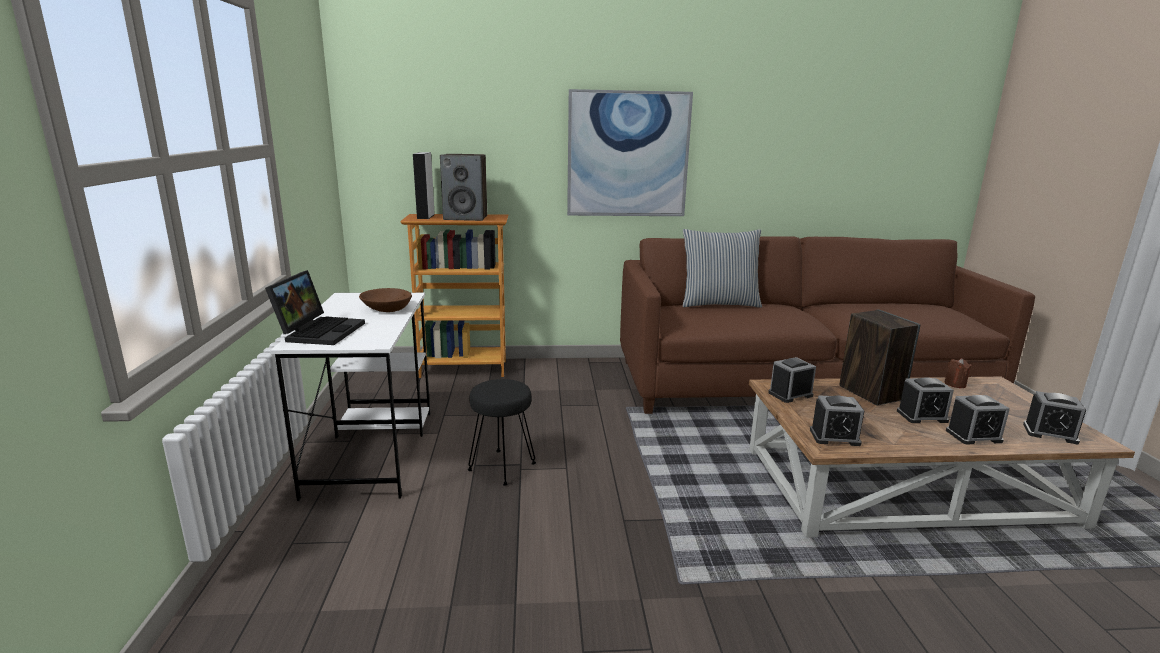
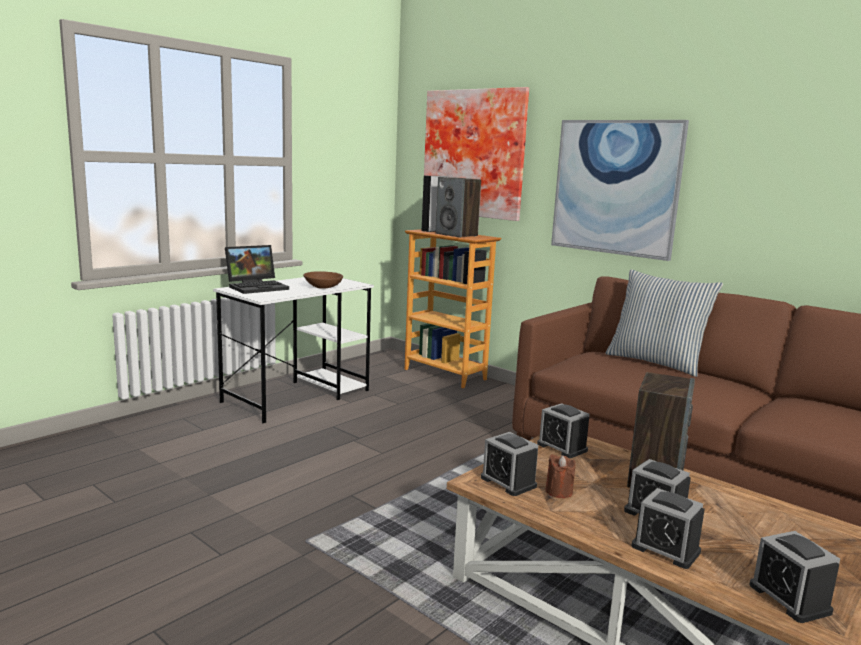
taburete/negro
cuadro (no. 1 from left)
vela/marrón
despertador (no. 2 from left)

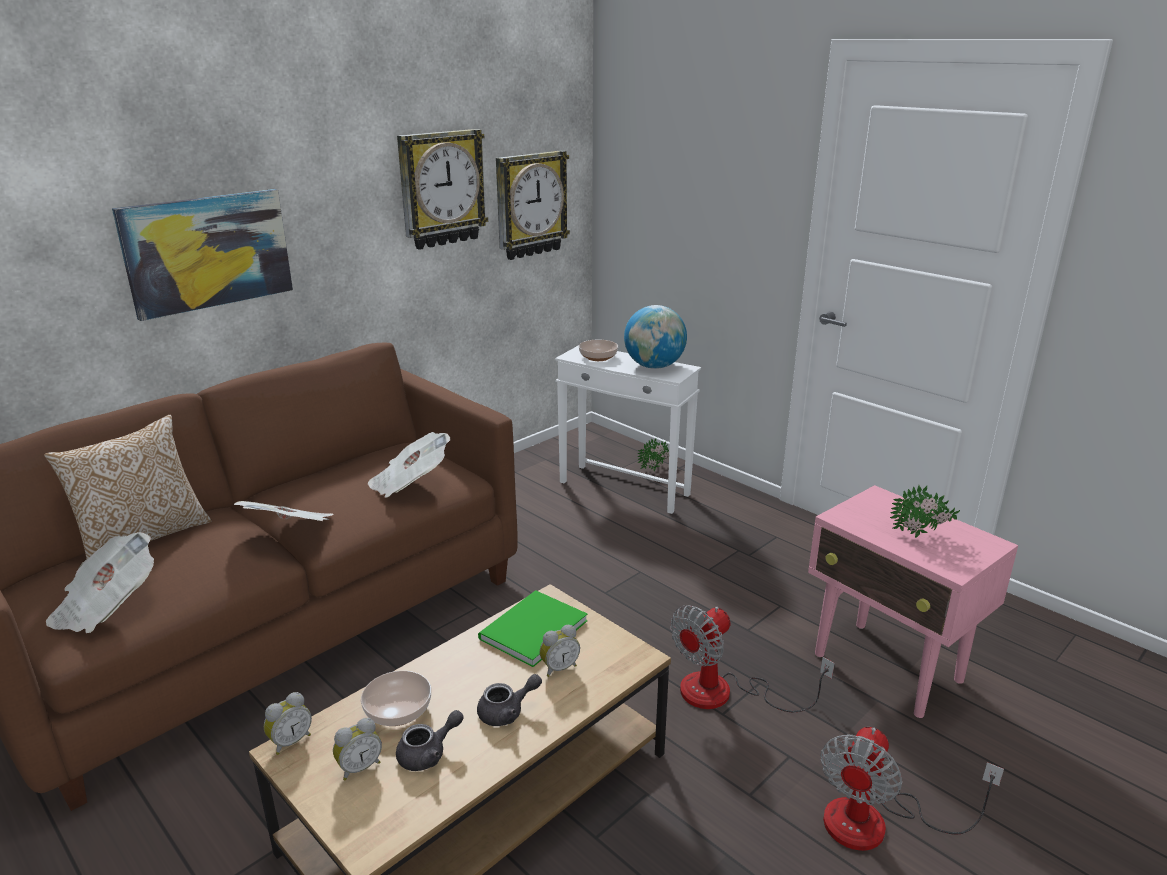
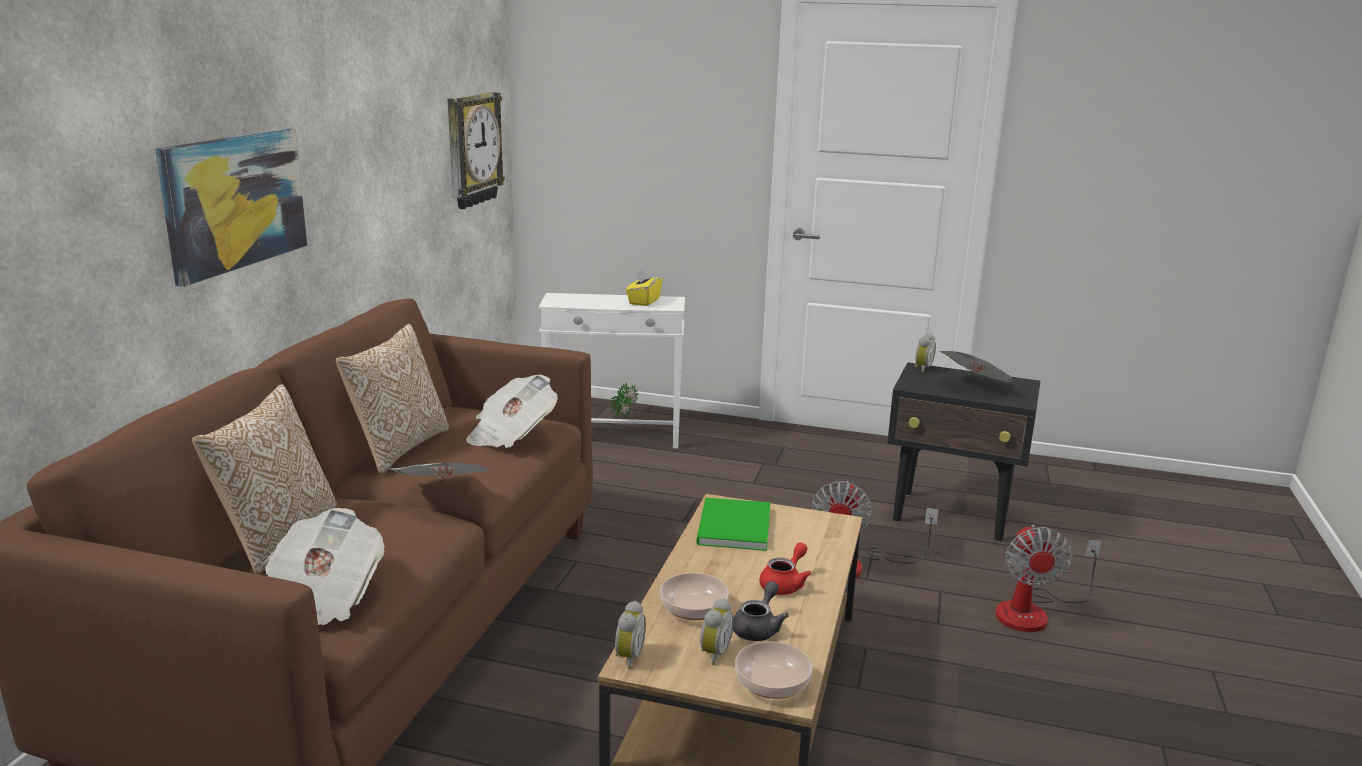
reloj de pared (no. 1 from left in the first image)
cojín (no. 2 from left)
despertador (no. 3 from left)
cuenco (no. 2 from left)
caja de pañuelos/amarillo
periódico (no. 4 from left)
tetera/rojo
mesa auxiliar/negro

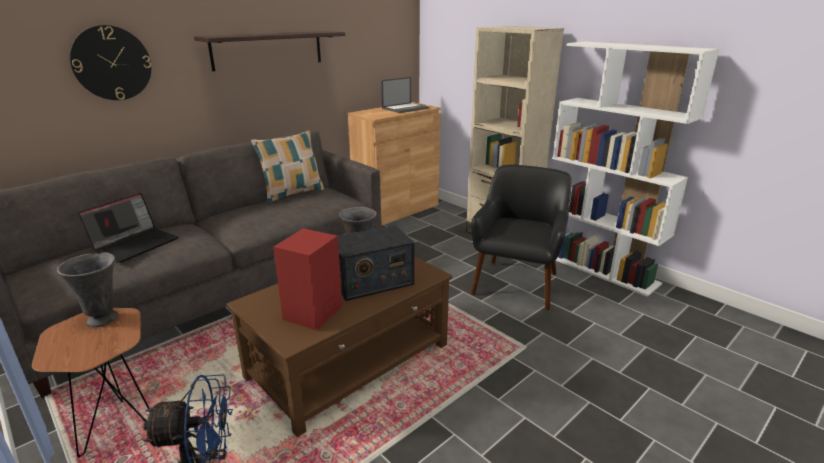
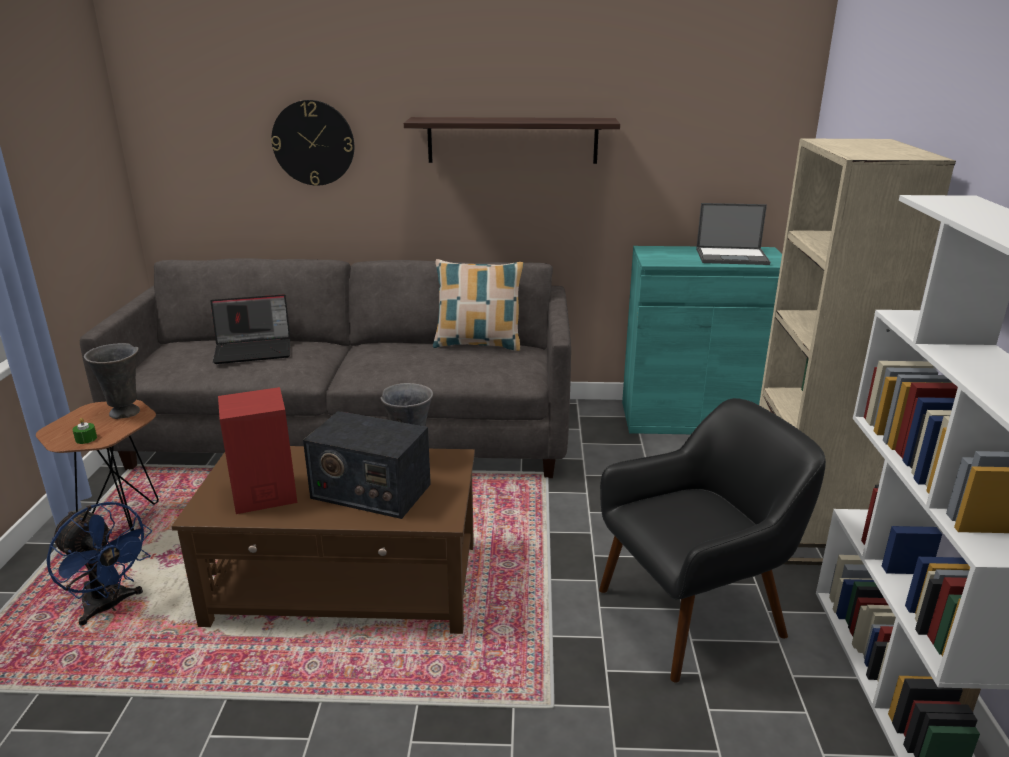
vela/verde
armario/turquesa

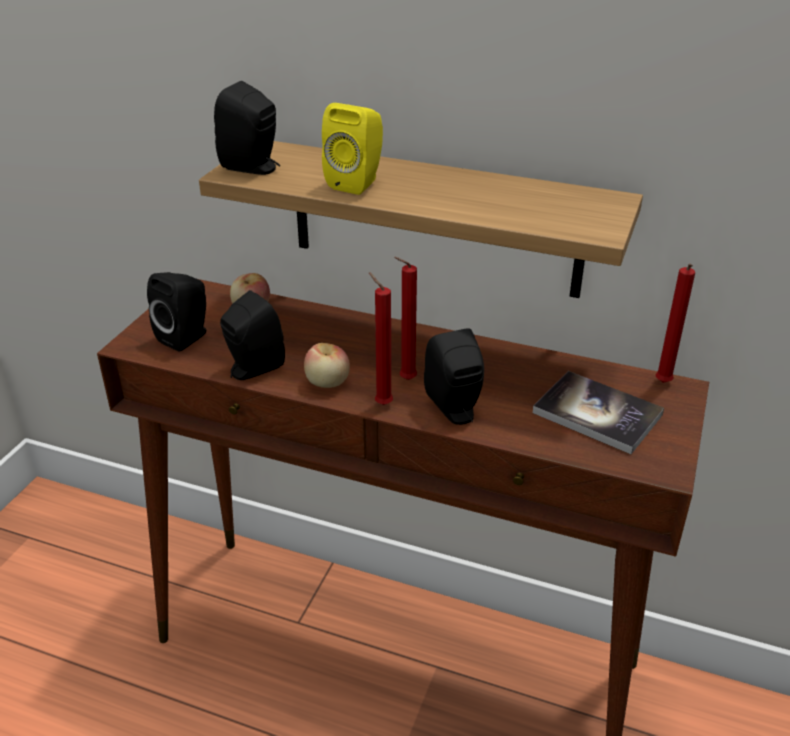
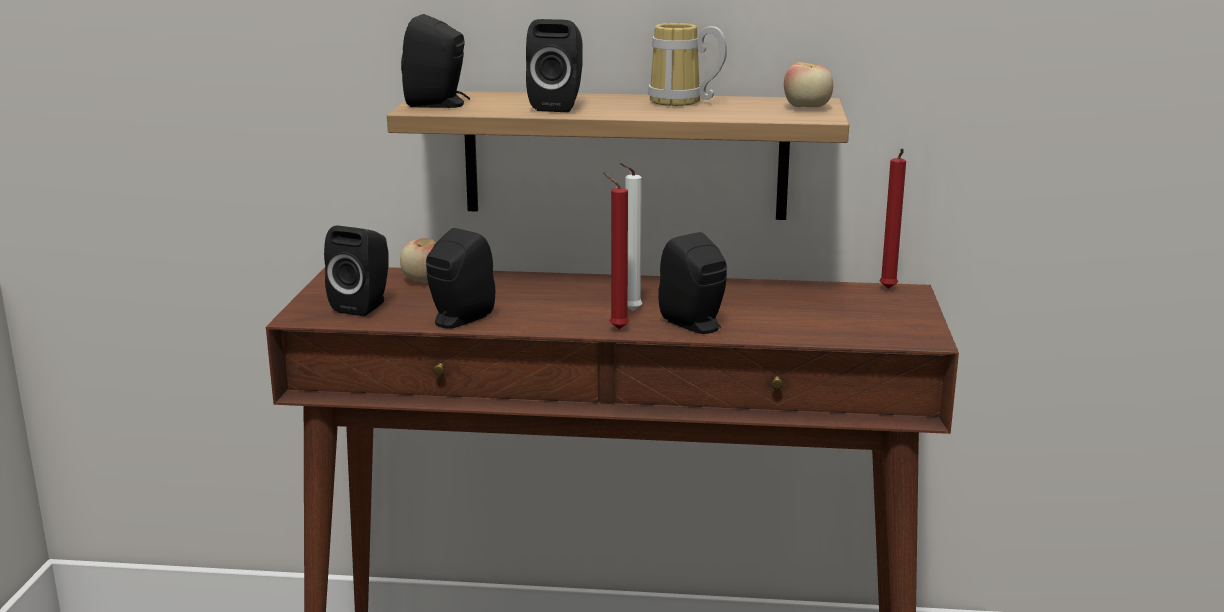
libro
taza grande
manzana (no. 2 from left)
altavoz/negro (no. 4 from left)
vela/blanco

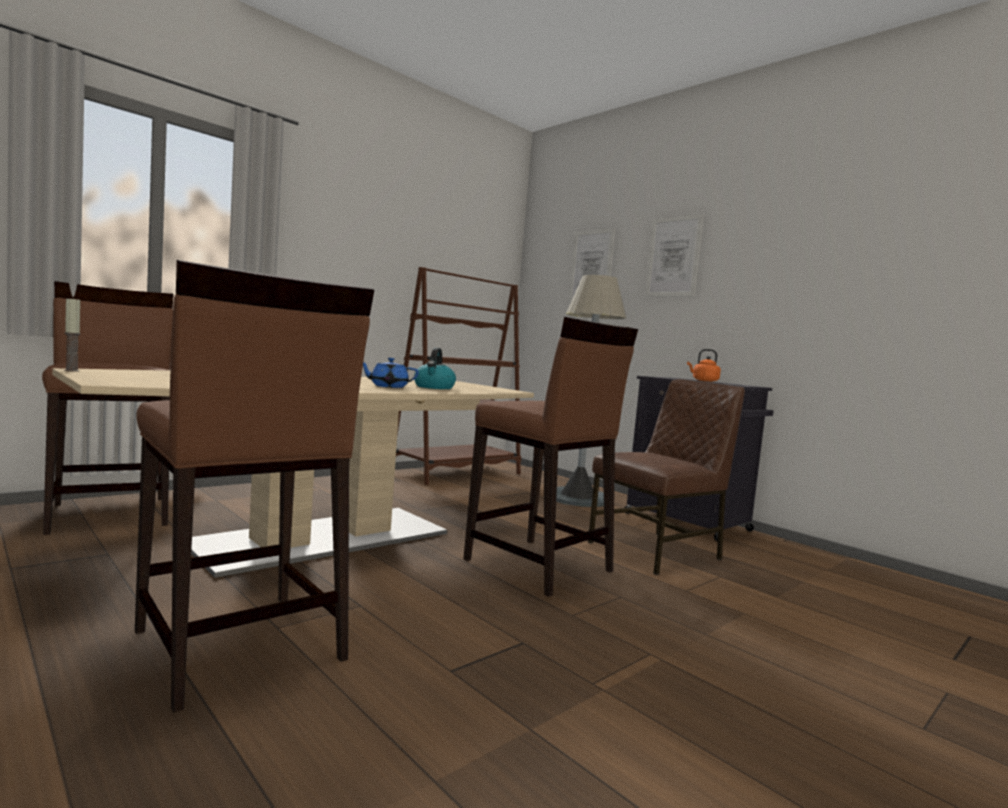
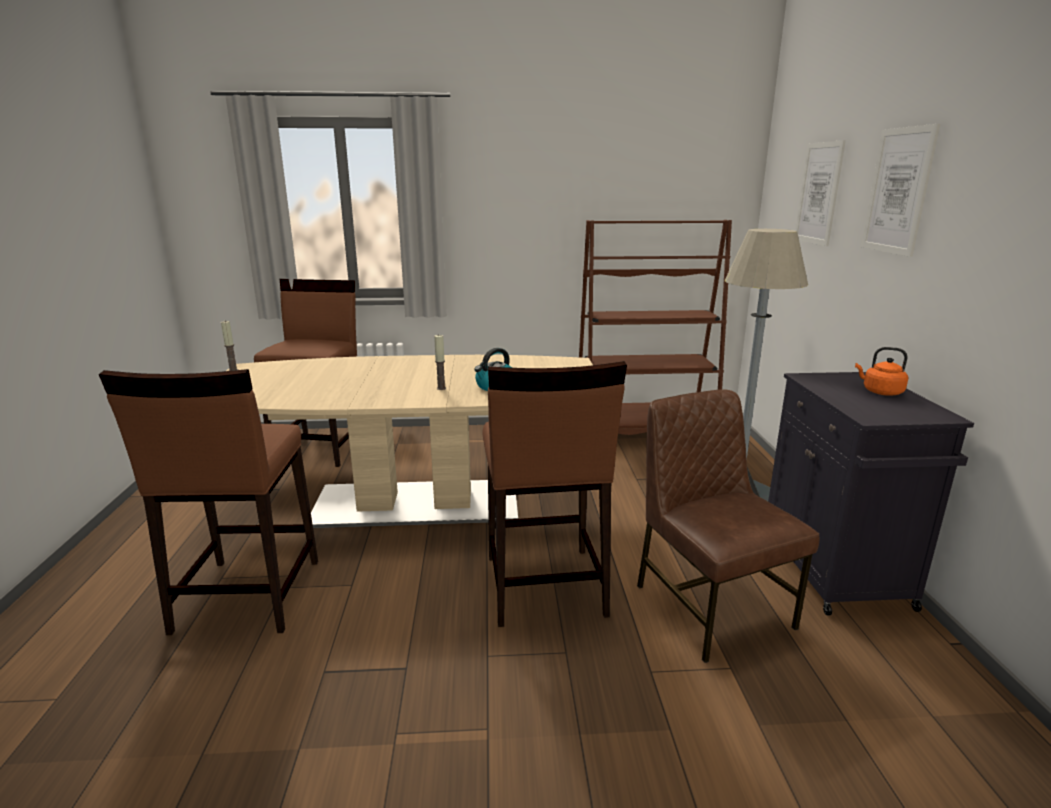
vela (no. 2 from left)
silla/marrón

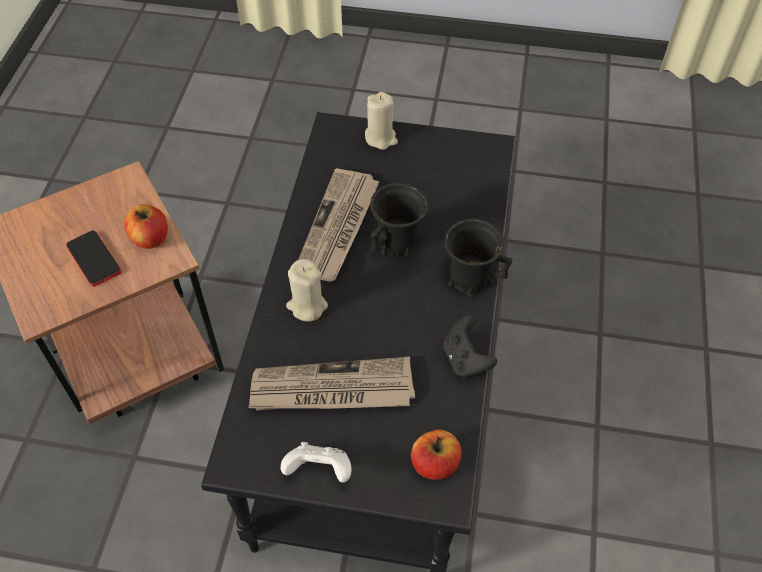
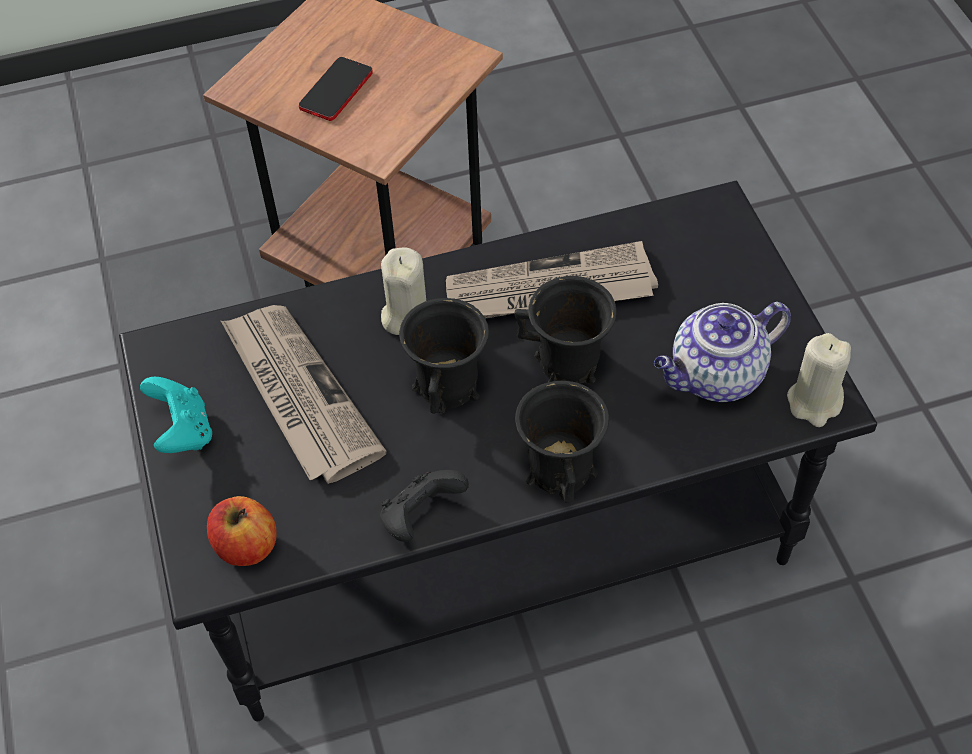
manzana (no. 1 from left in the first image)
taza grande/negro (no. 1 from left)
tetera
vela/beis (no. 2 from left)
mando de consola/turquesa

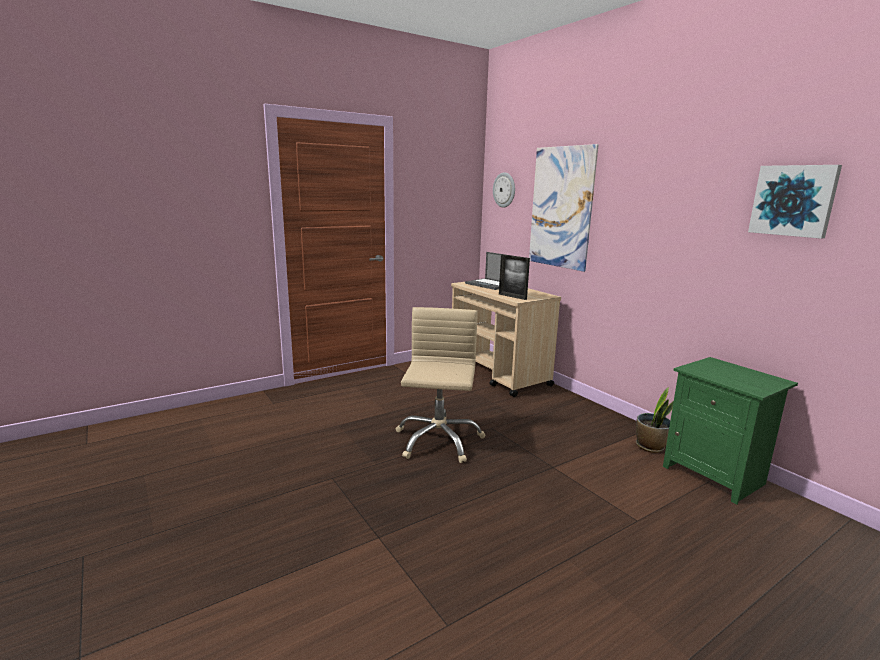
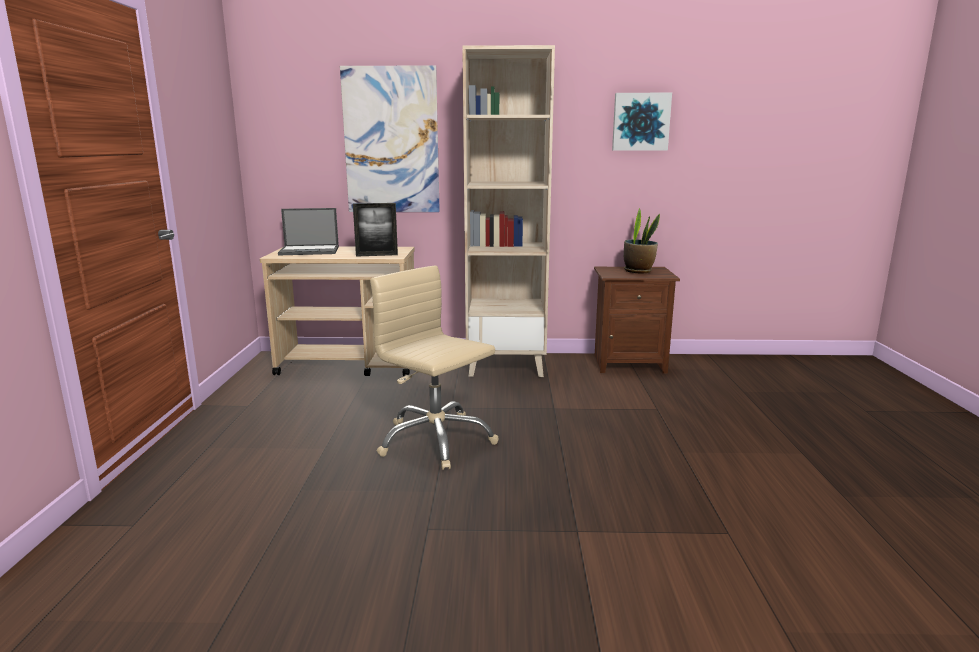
reloj de pared
estantería/beis
planta en maceta
mesita de noche/marrón

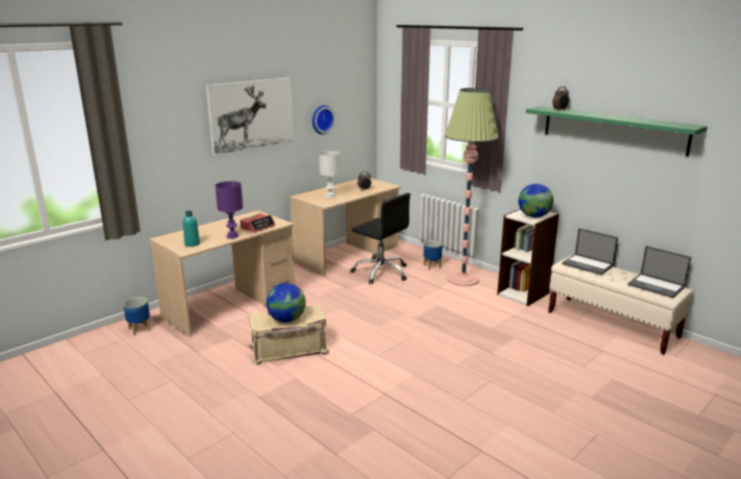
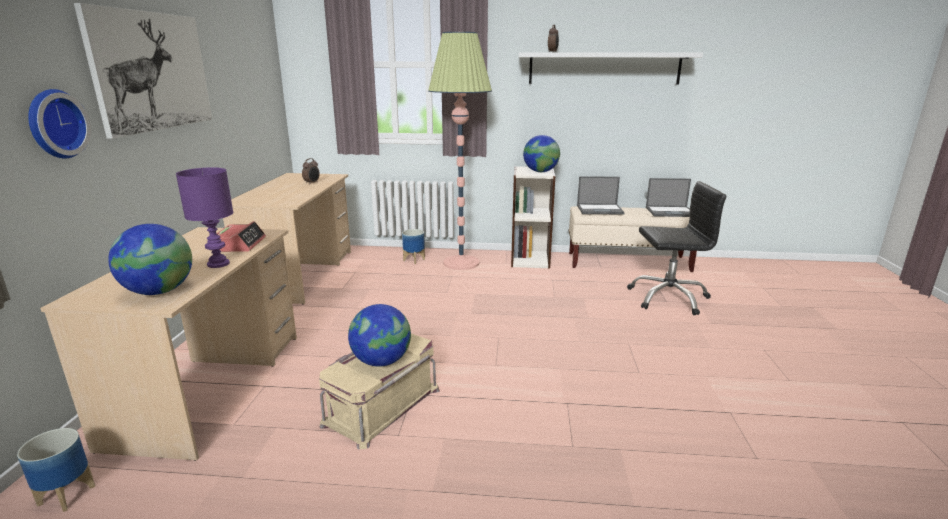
lámpara de mesa/blanco
reloj de pared
silla de oficina/negro
globo terráqueo (no. 1 from left)
estante/blanco

